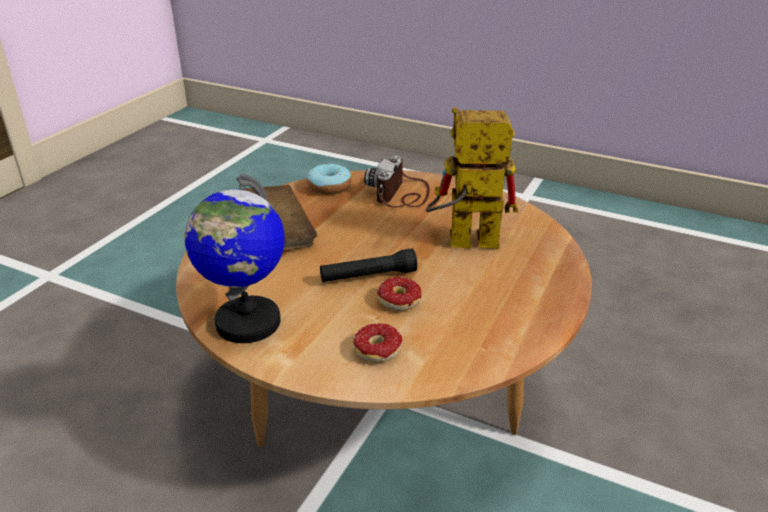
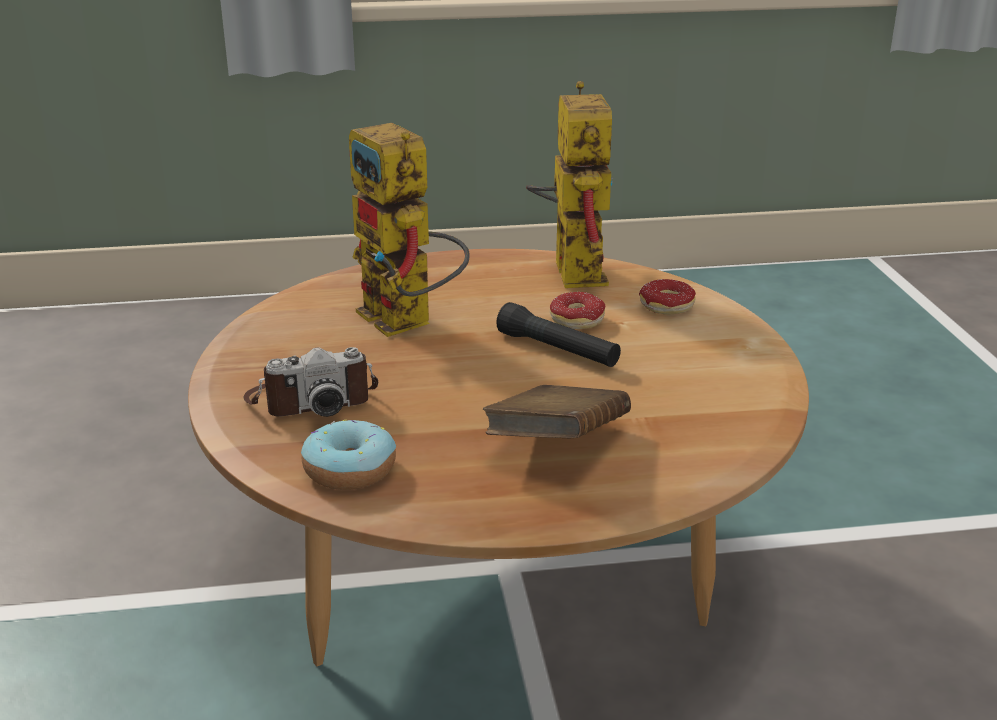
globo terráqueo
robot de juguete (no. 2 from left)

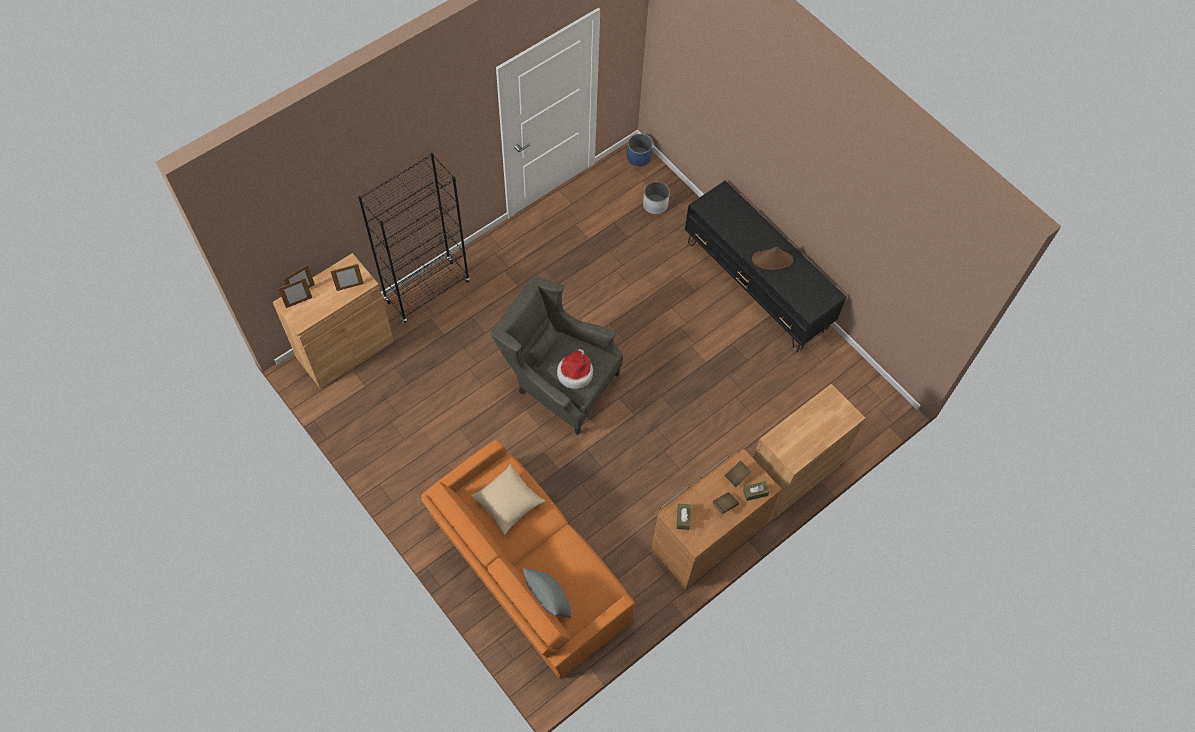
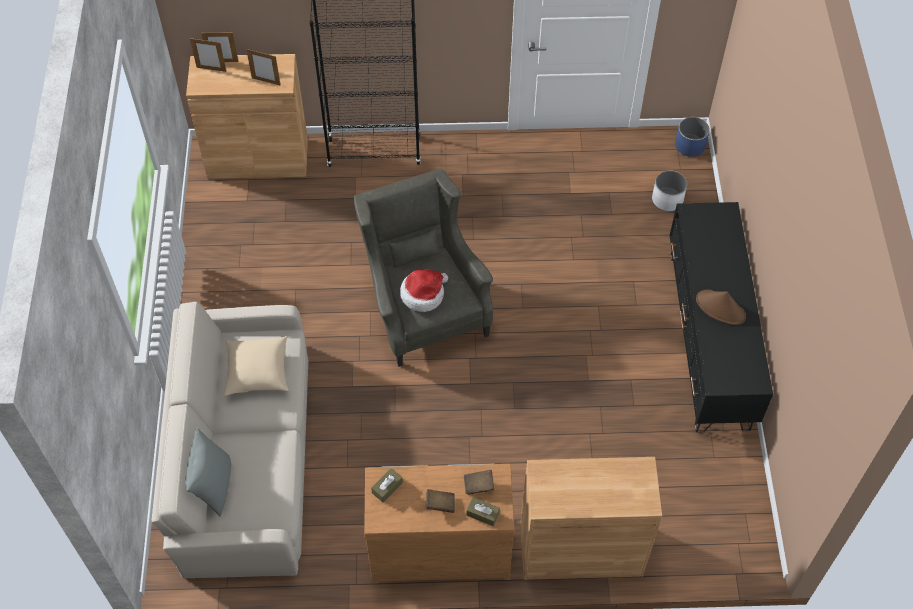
sofá/beis

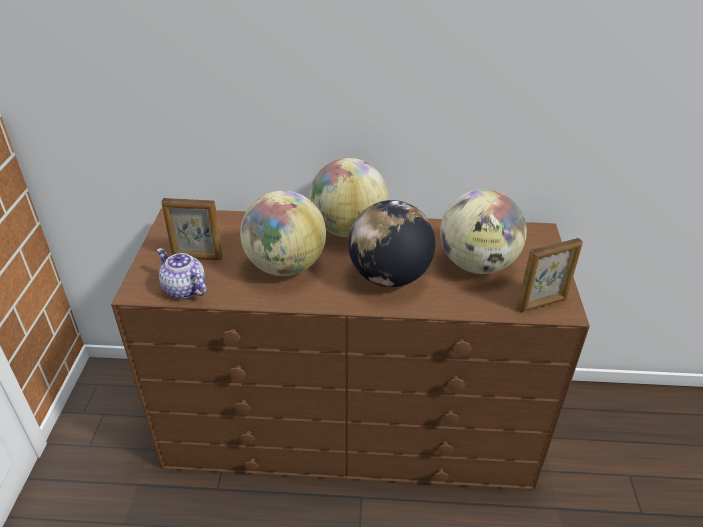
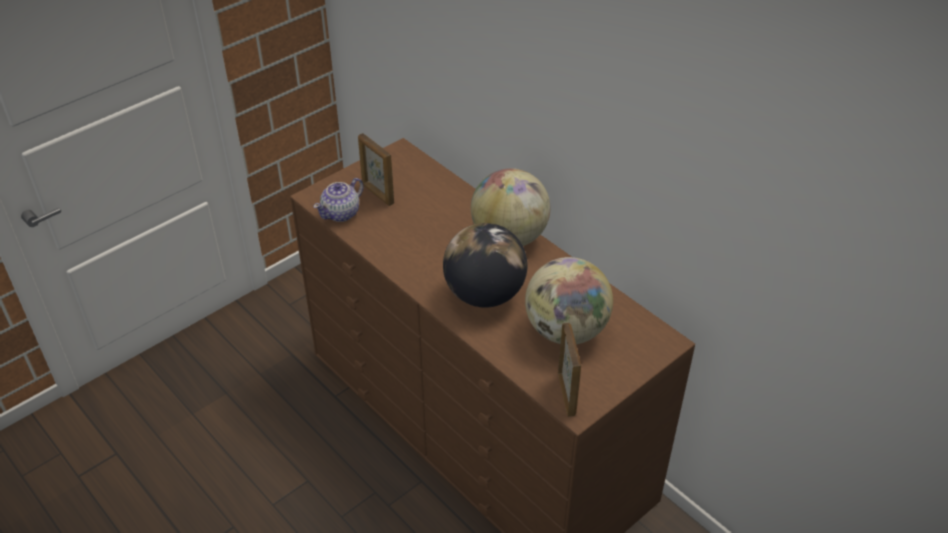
globo terráqueo (no. 1 from left in the first image)
tetera
portarretratos (no. 2 from left)

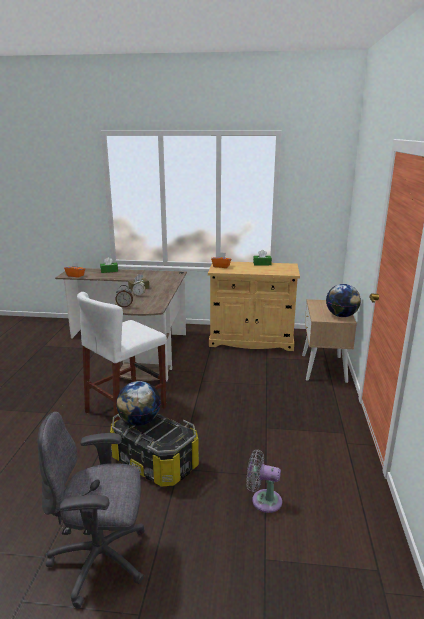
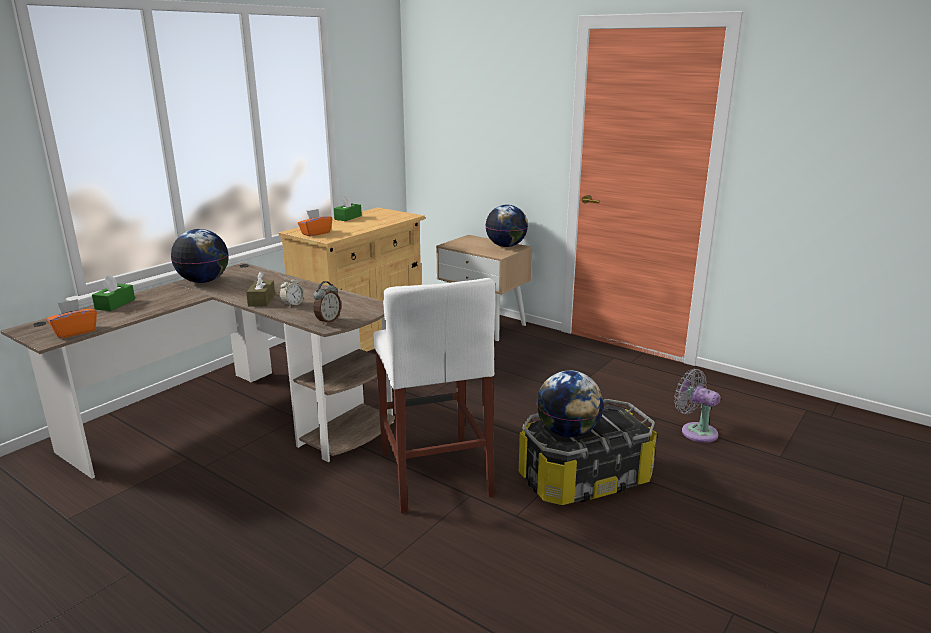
silla de oficina/gris
globo terráqueo (no. 1 from left)
ventilador/gris

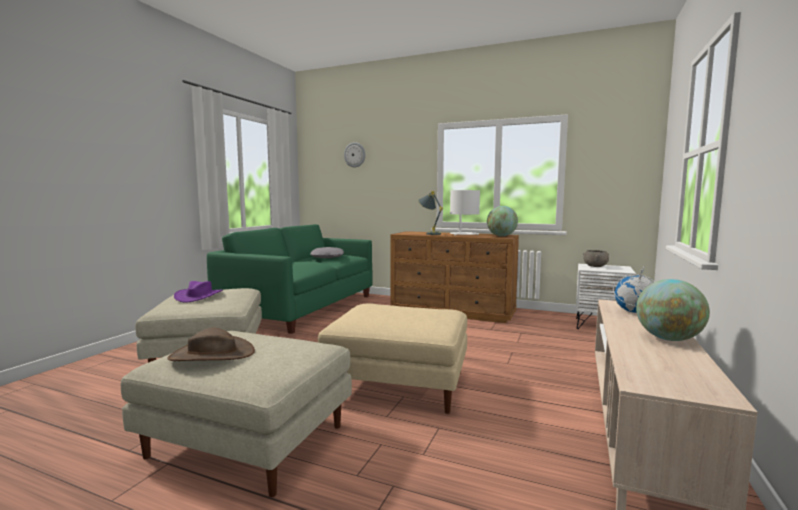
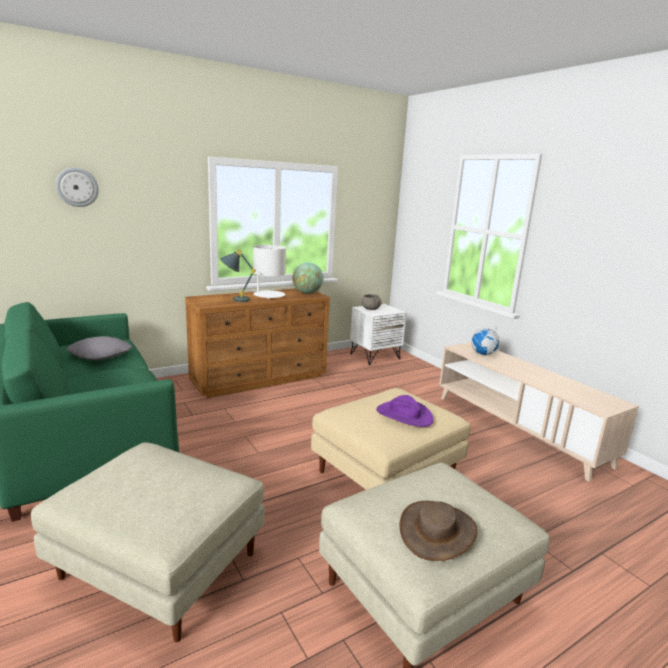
globo terráqueo (no. 3 from left in the first image)
sombrero/morado

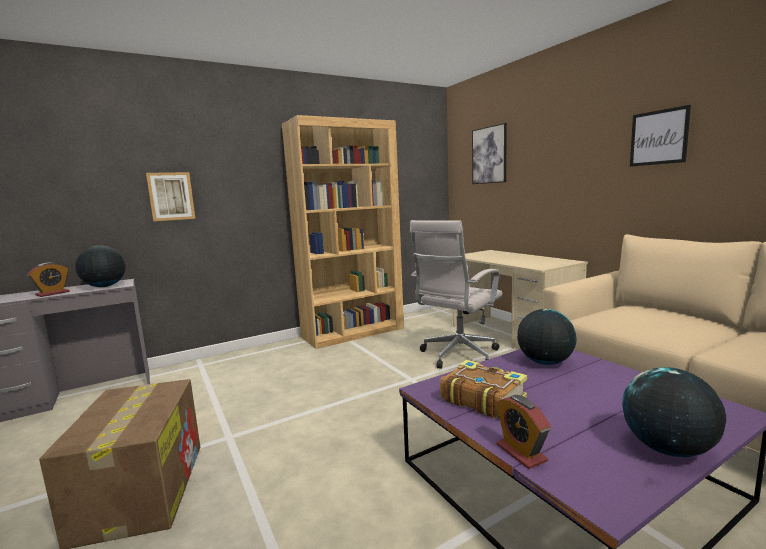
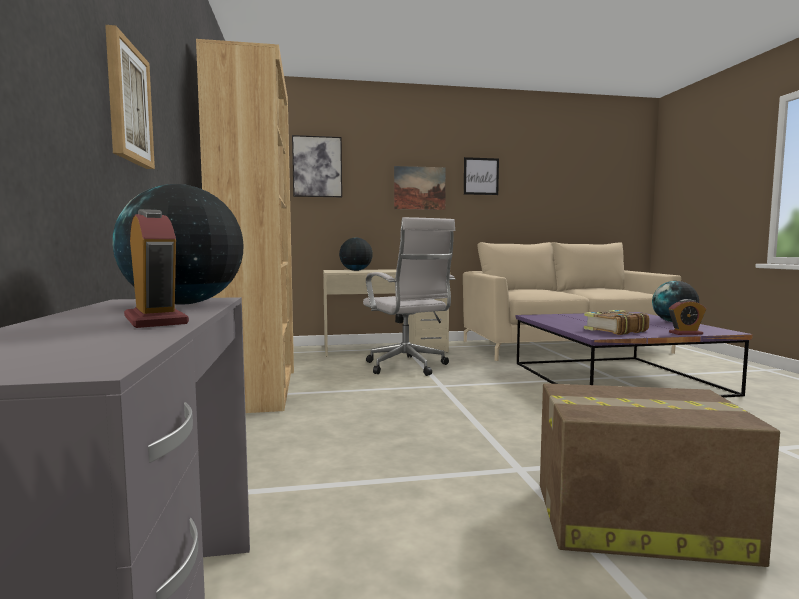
cuadro (no. 3 from left)
globo terráqueo (no. 2 from left)

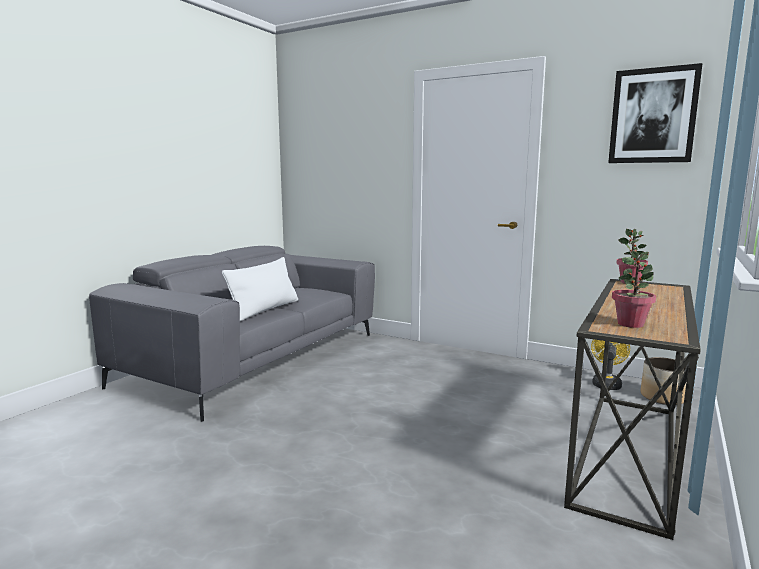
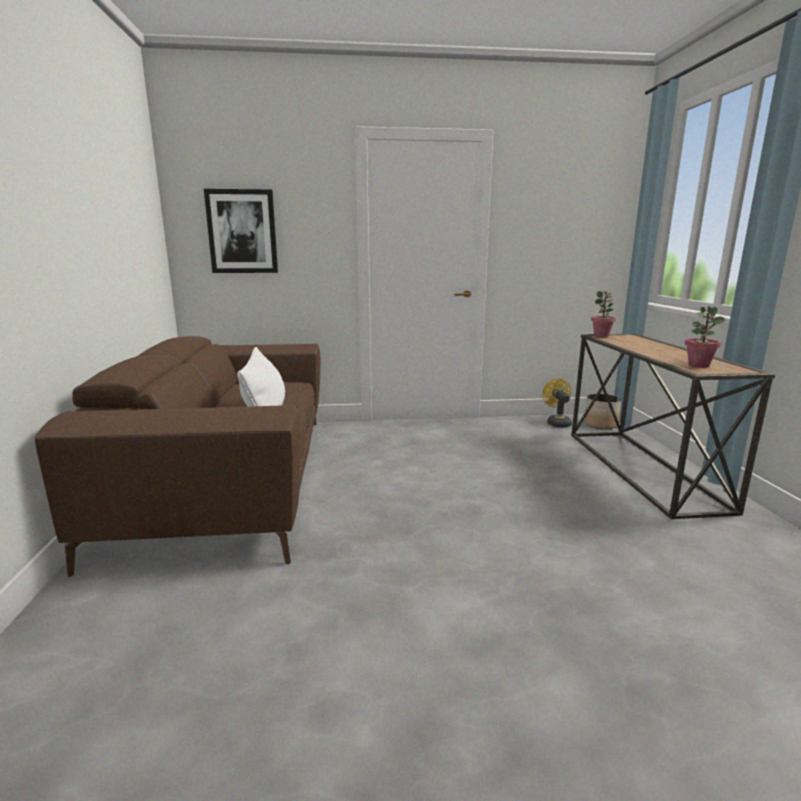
cuadro
sofá/marrón

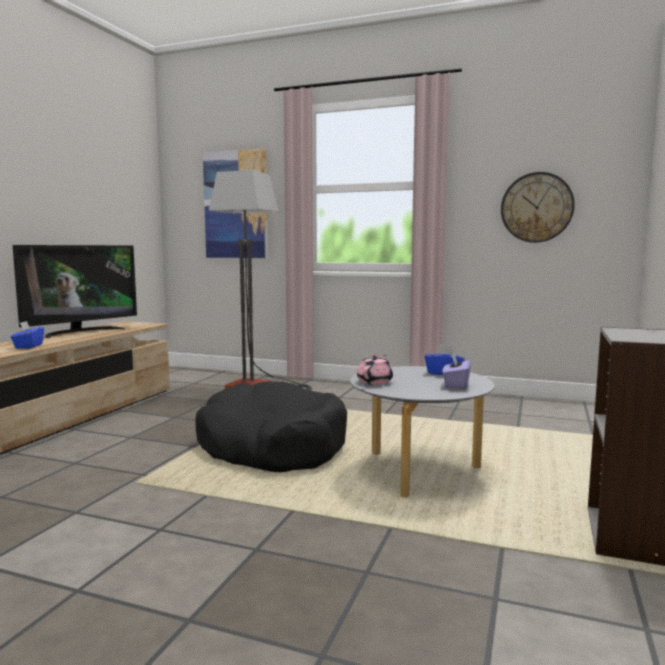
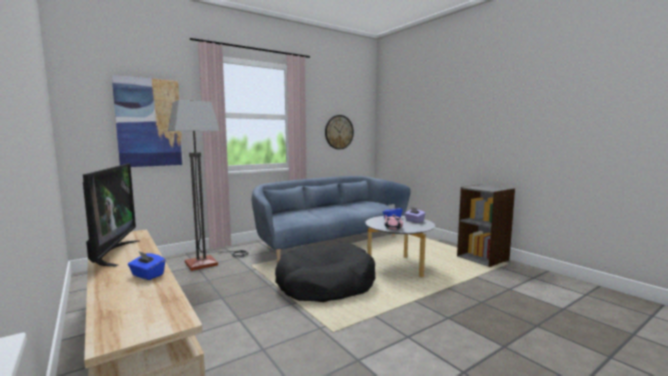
sofá/azul

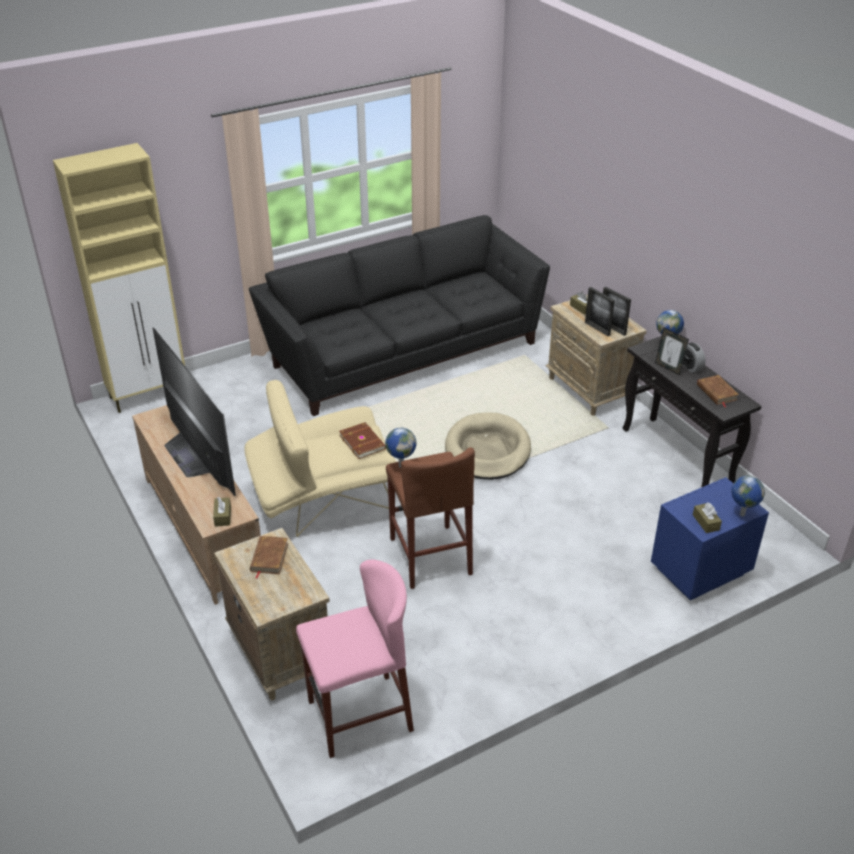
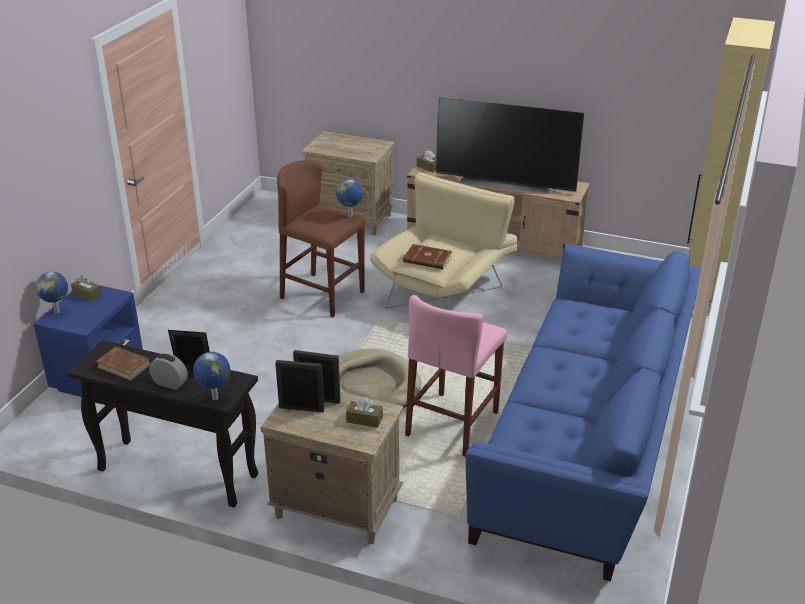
libro/marrón (no. 1 from left in the first image)
taburete/rosa
sofá/azul

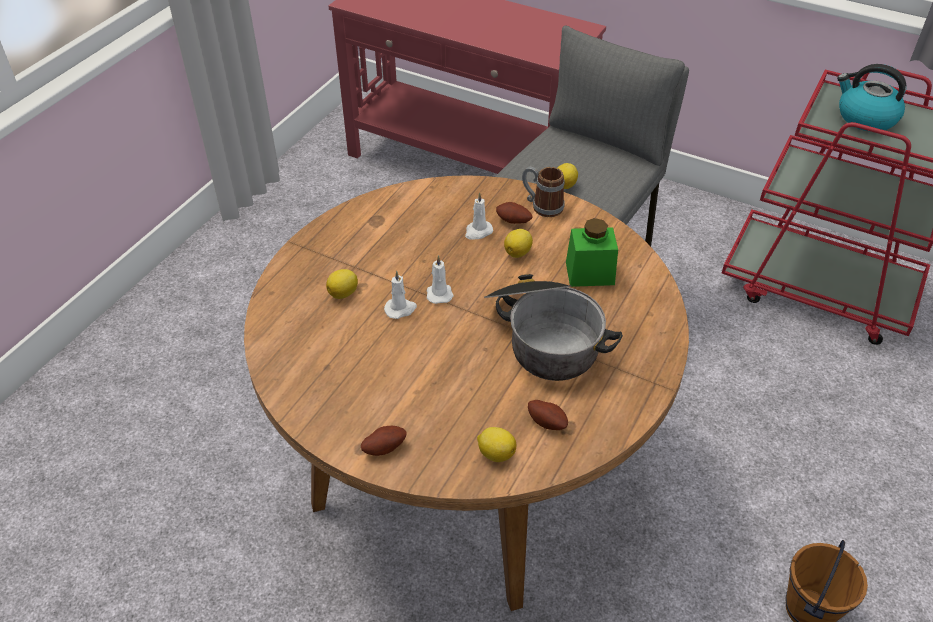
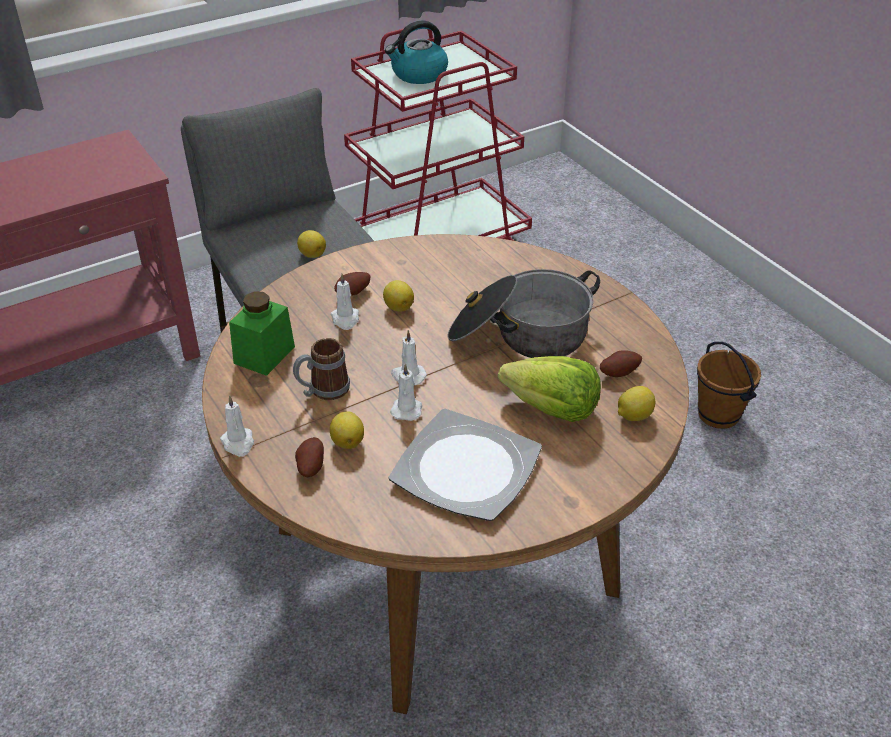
vela/blanco (no. 1 from left)
plato
lechuga
patata (no. 1 from left)
taza grande
tarro/verde

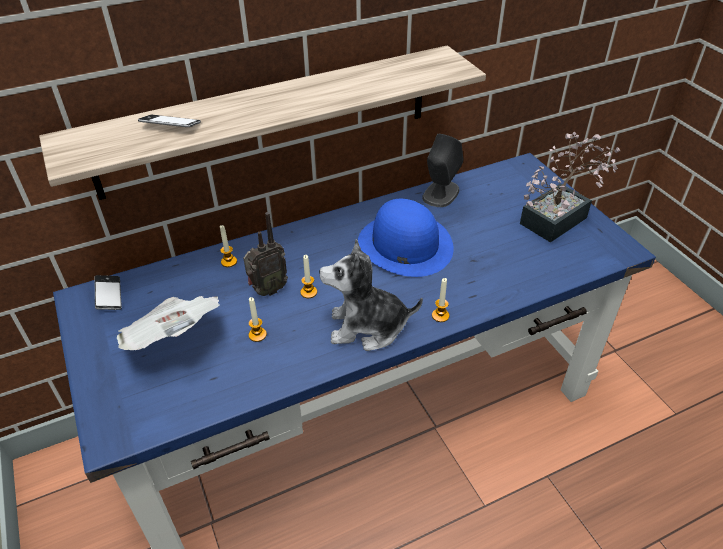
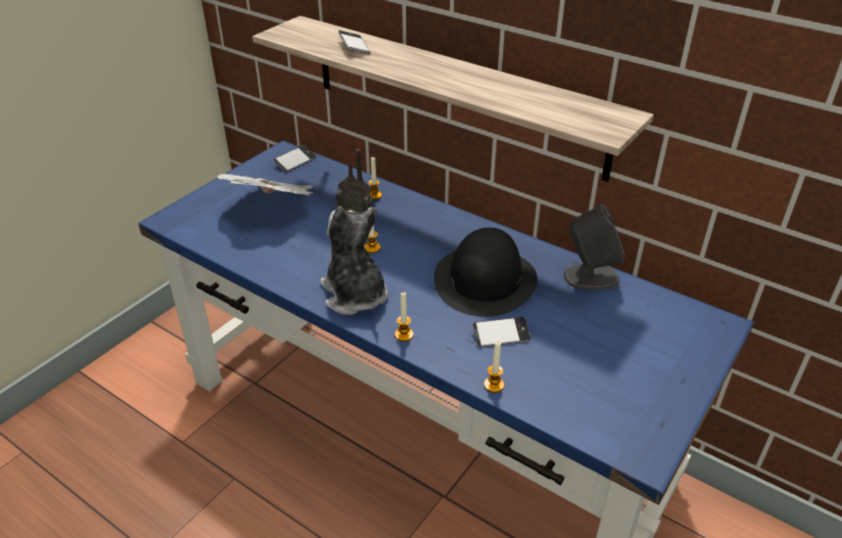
planta en maceta
móvil (no. 3 from left)
vela (no. 4 from left)
sombrero/negro

